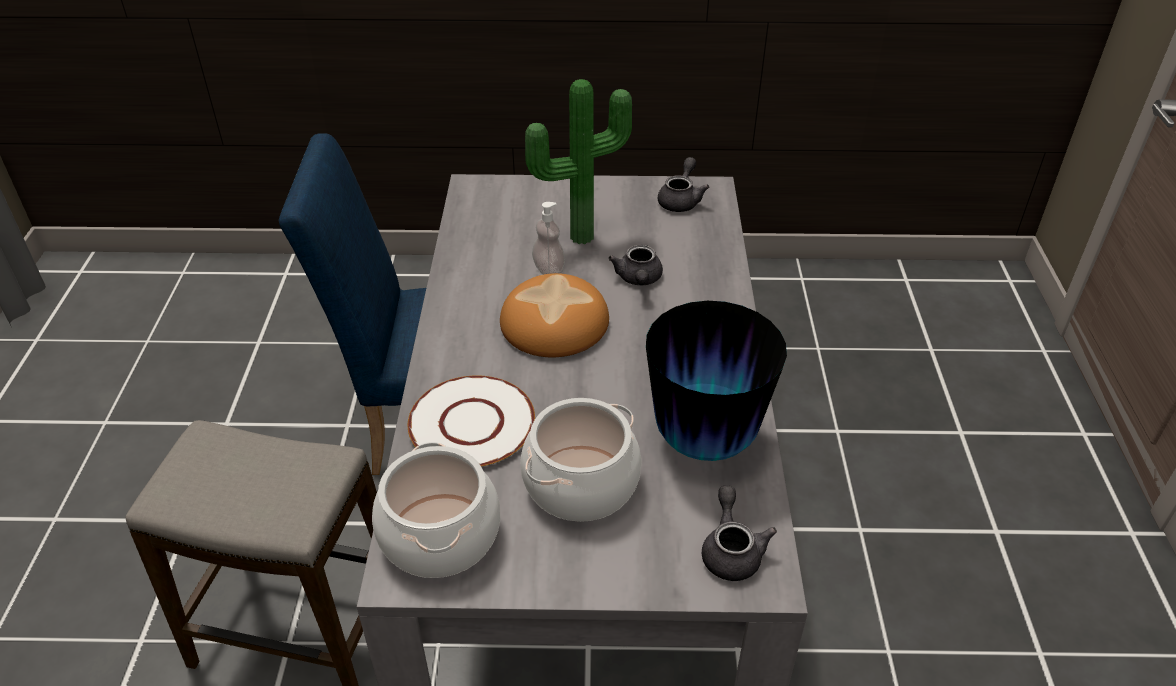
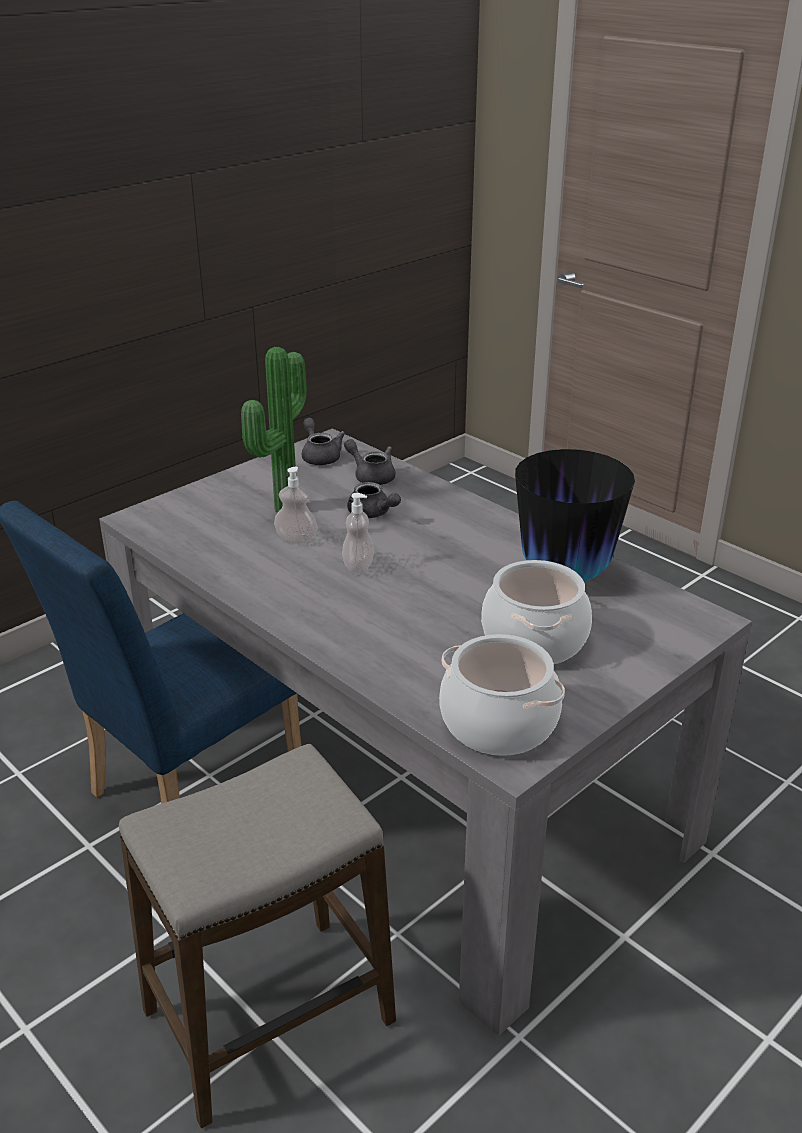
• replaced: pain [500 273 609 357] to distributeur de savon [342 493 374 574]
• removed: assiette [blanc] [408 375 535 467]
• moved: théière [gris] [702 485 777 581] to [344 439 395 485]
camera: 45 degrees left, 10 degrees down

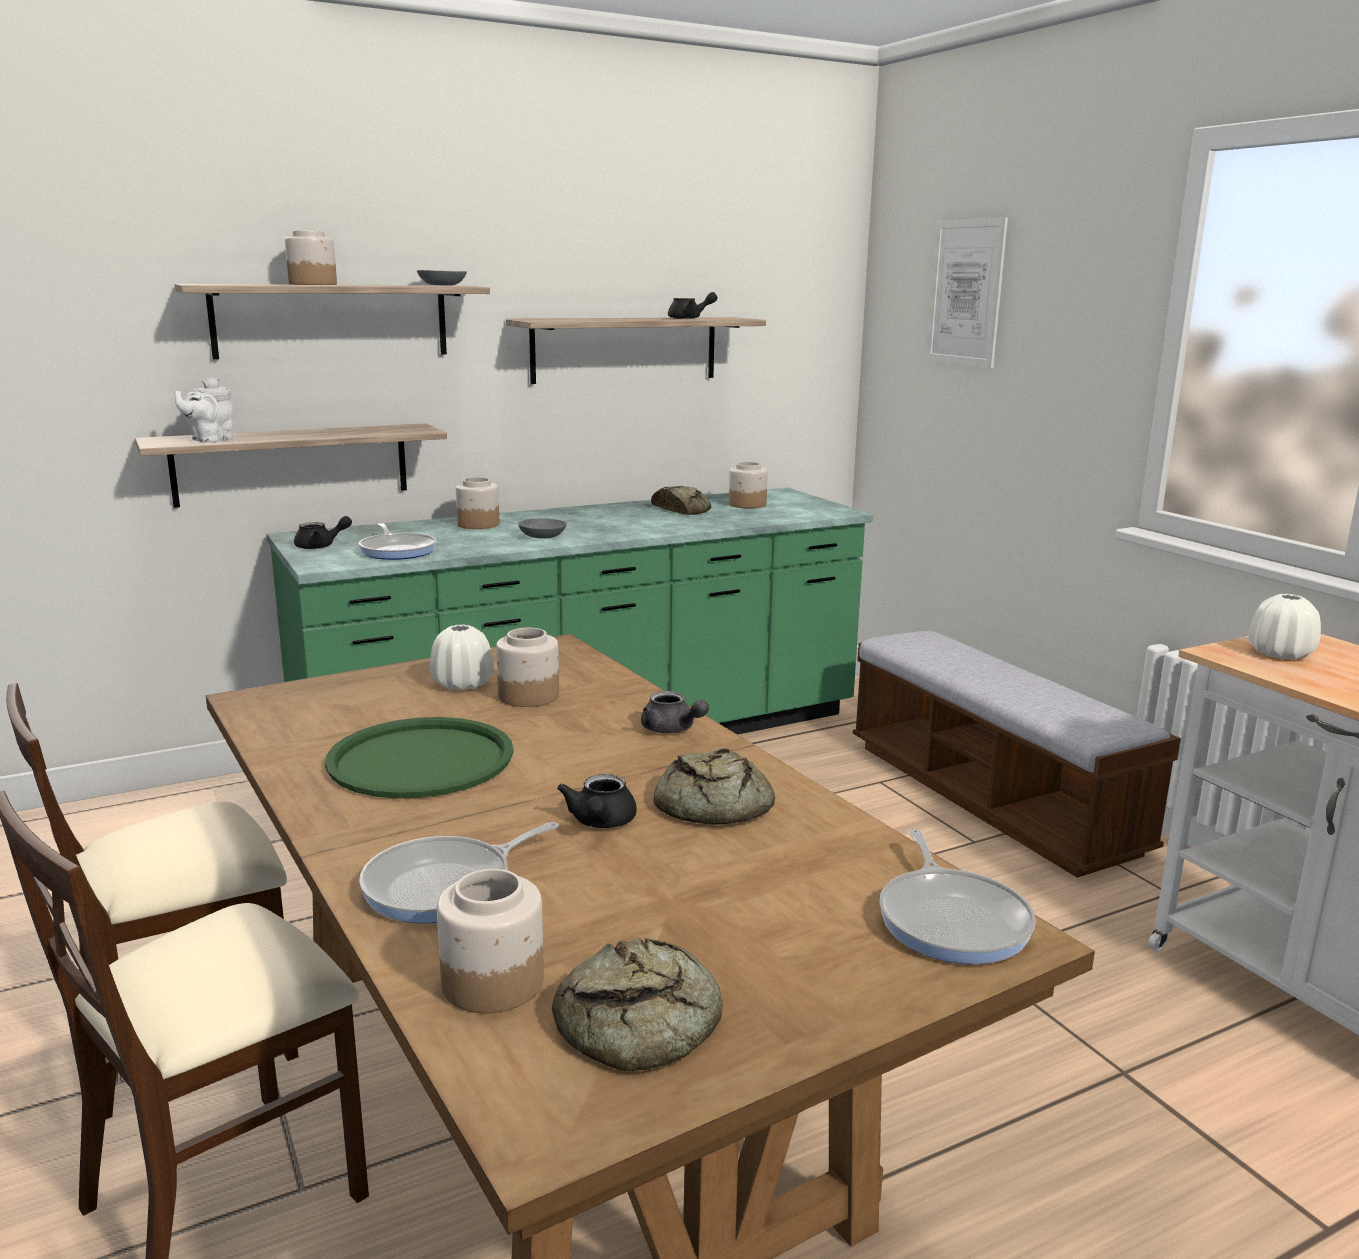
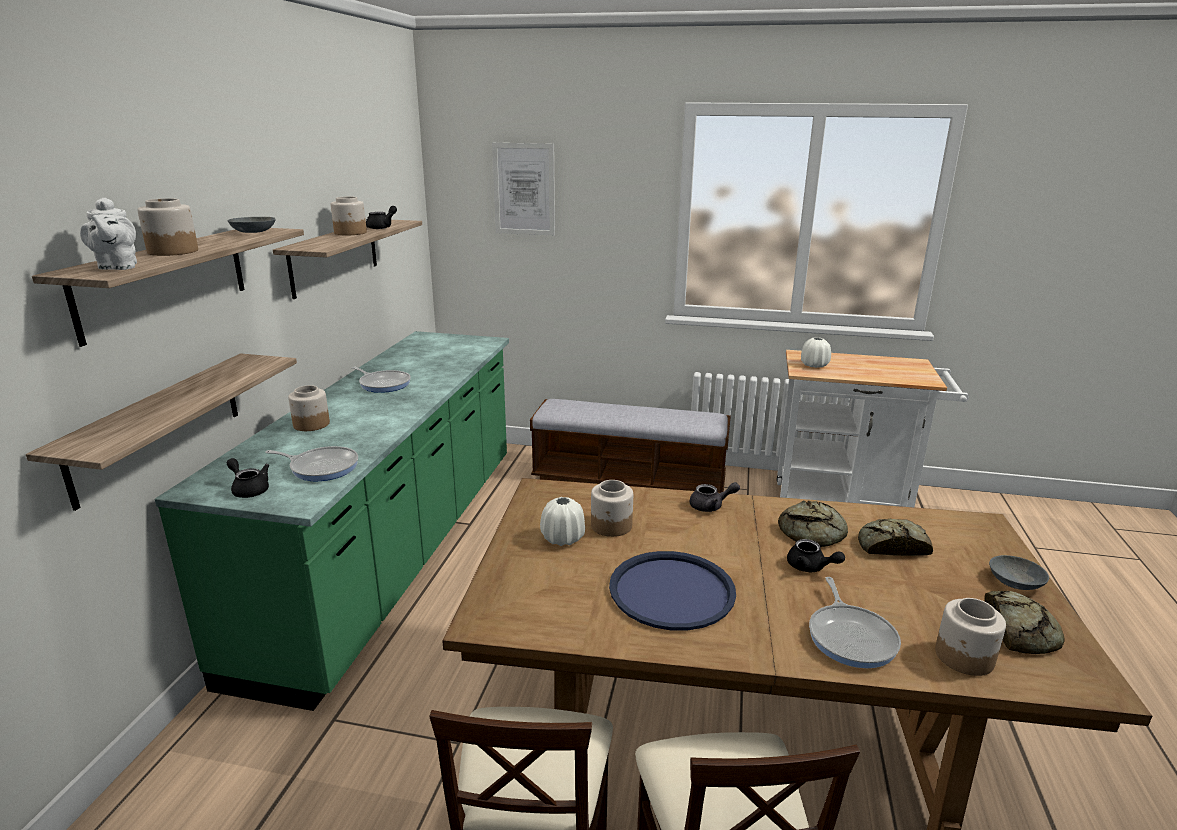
• moved: théière [blanc] [174 377 234 443] to [80 198 137 270]
• moved: bocal [729 462 768 508] to [331 196 367 235]
• moved: pain [651 486 711 515] to [858 519 933 556]
• turned: théière [noir] [294 516 352 549] = [227 458 269 498] 75 degrees counterclockwise
• moved: bol [gris] [518 518 567 539] to [989 555 1049 590]
• recoloured: plateau [vert] [325 717 514 799] to plateau [bleu] [609 551 736 631]
• moved: poêle [879 829 1036 964] to [351 366 411 393]
camera: 50 degrees left, 5 degrees up

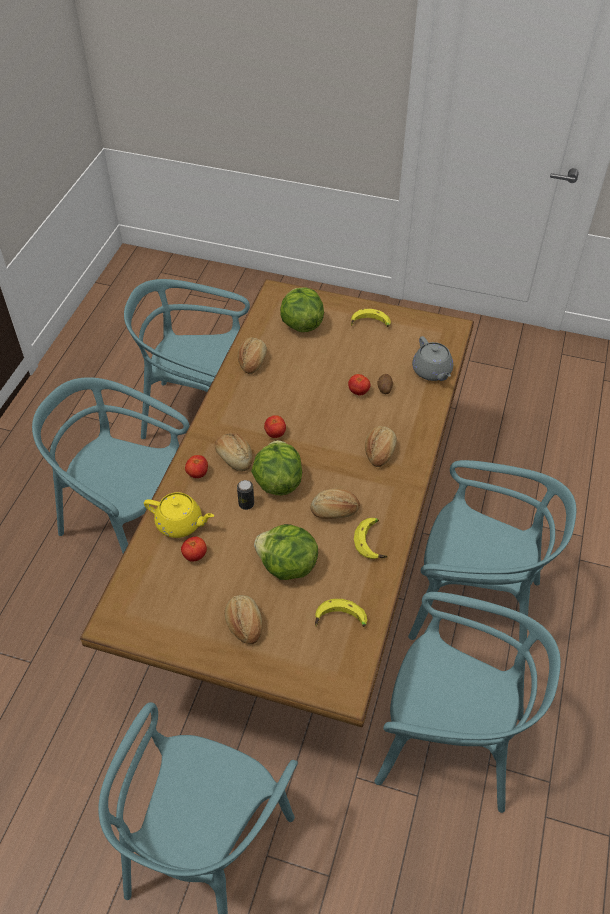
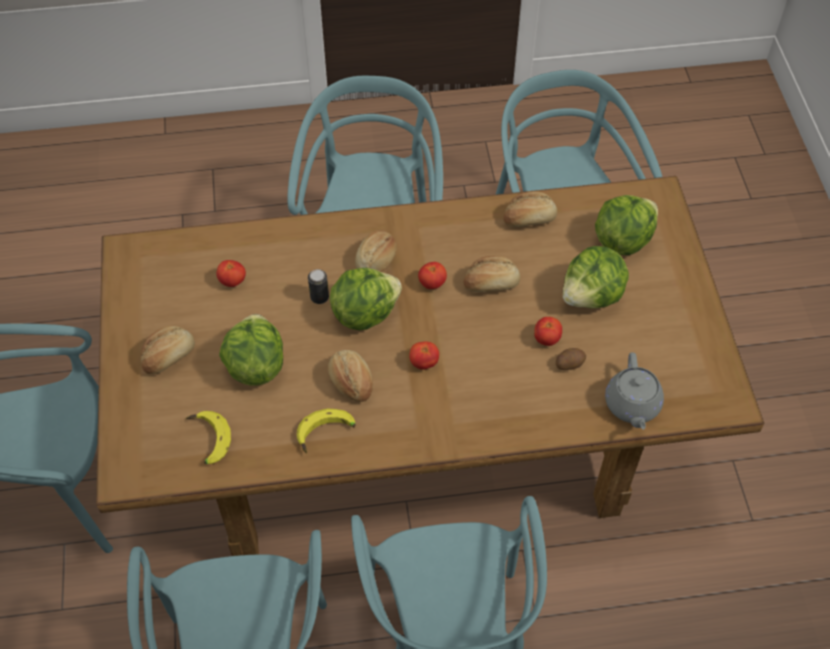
• removed: banane [351 309 391 327]
• turned: théière [gris] [412 336 453 381] = [605 352 664 430] 45 degrees counterclockwise
• moved: pain [365 426 397 467] to [463 256 521 292]
• moved: tomate [185 455 208 478] to [409 341 439 370]
• removed: théière [jaune] [144 492 215 538]
• added: laitue [563 246 629 308]
camera: 65 degrees right, 5 degrees up

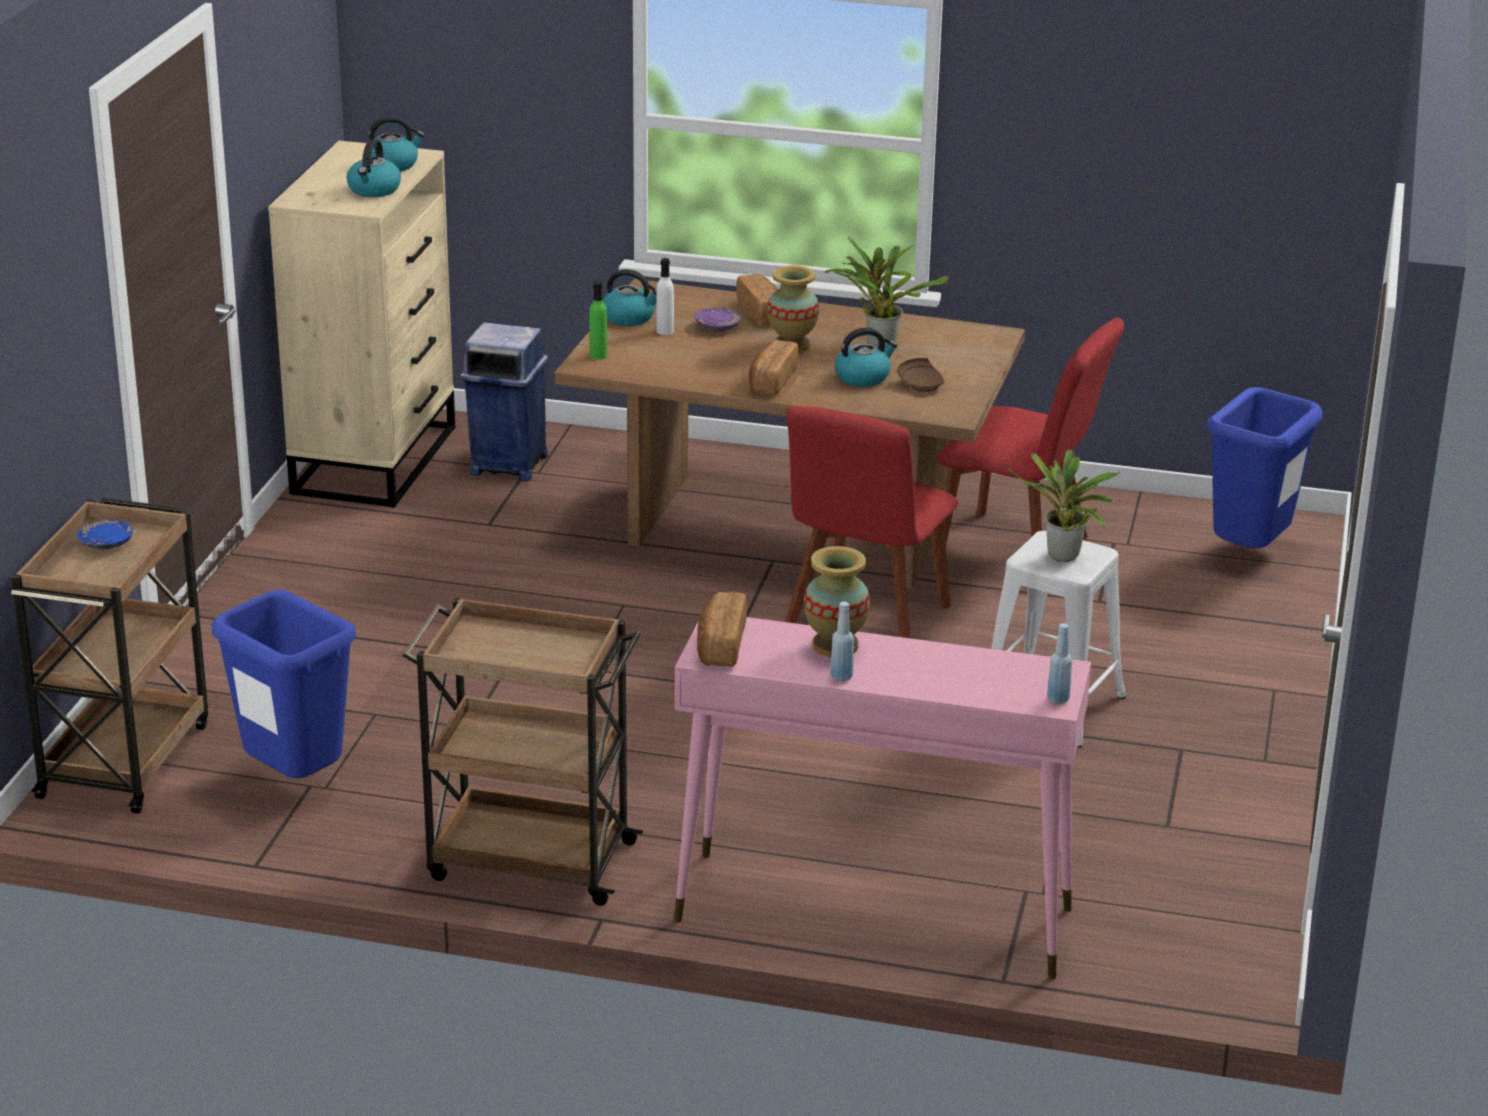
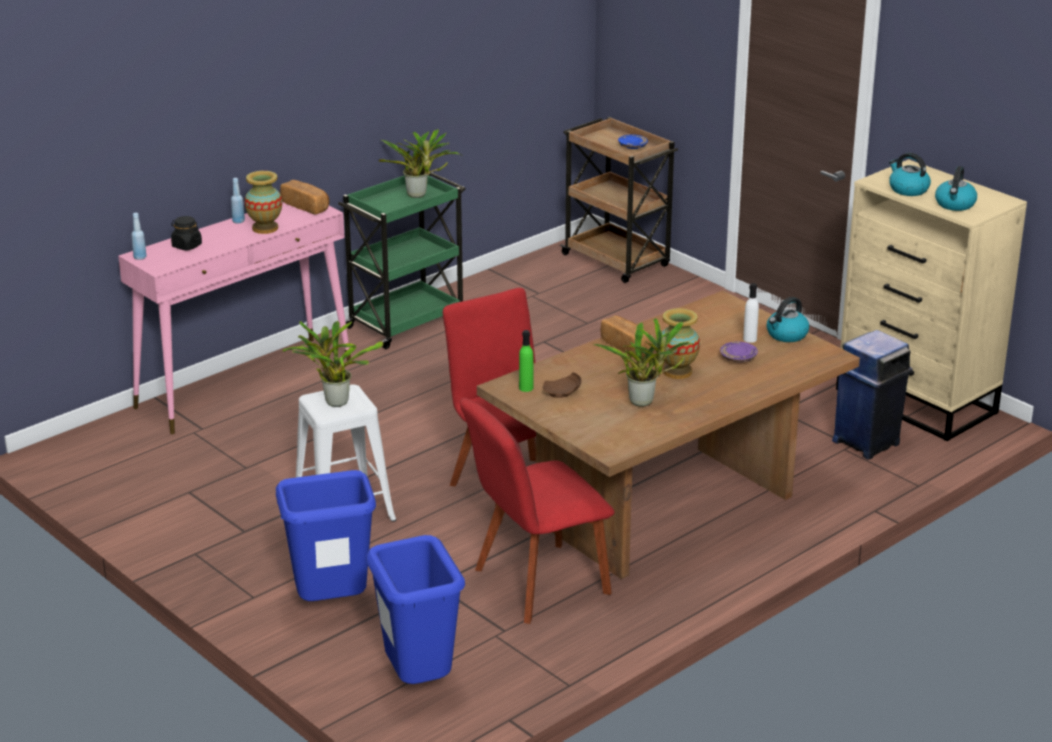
• removed: pain [736 273 778 326]
• moved: bouteille [vert] [589 281 607 360] to [519 330 534 392]
• removed: bouilloire [835 328 897 387]
• moved: poubelle [bleu] [211 590 356 778] to [276 470 376 601]
• recoloured: chariot [marron] [402 597 643 906] to chariot [vert] [338 172 465 349]
• added: plante en pot [379 129 461 198]
• added: bocal [noir] [171 216 202 250]
camera: 125 degrees right, 0 degrees up

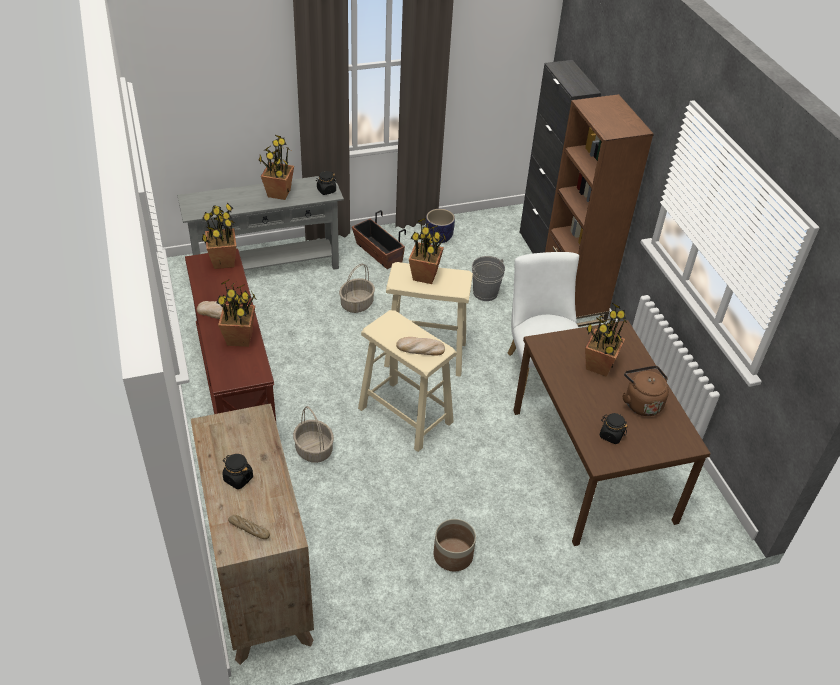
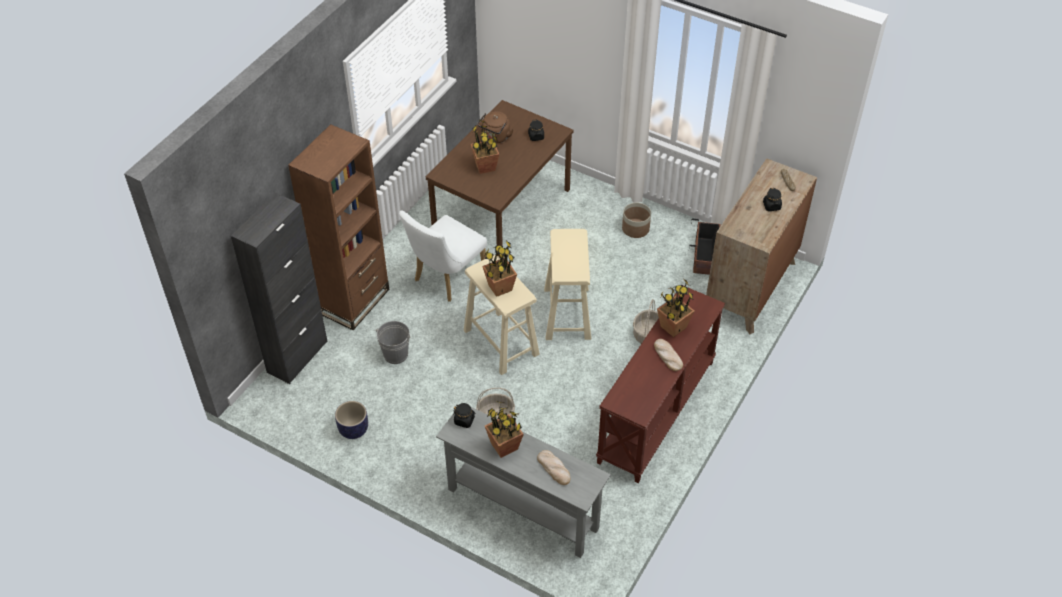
• removed: plante en pot [202 202 236 269]
• moved: cache-pot [352 210 406 269] to [689 219 720 275]
• moved: pain [396 337 445 356] to [537 450 571 485]
camera: 130 degrees left, 5 degrees up

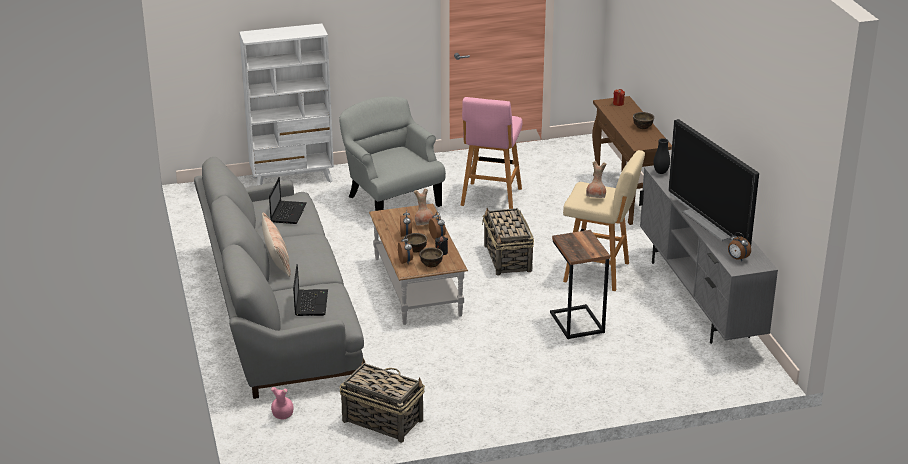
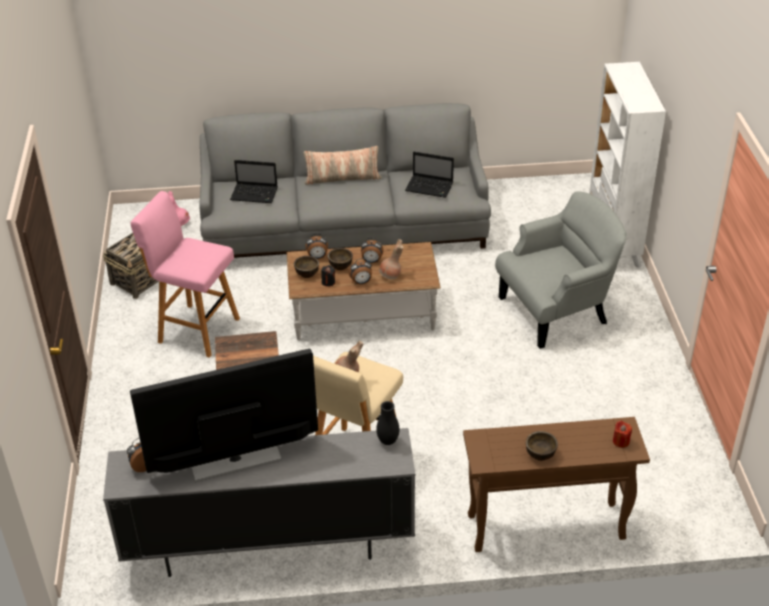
• moved: tabouret [rose] [461 97 523 209] to [130 191 240 358]
• removed: panier [482 208 534 275]
camera: 100 degrees right, 10 degrees up

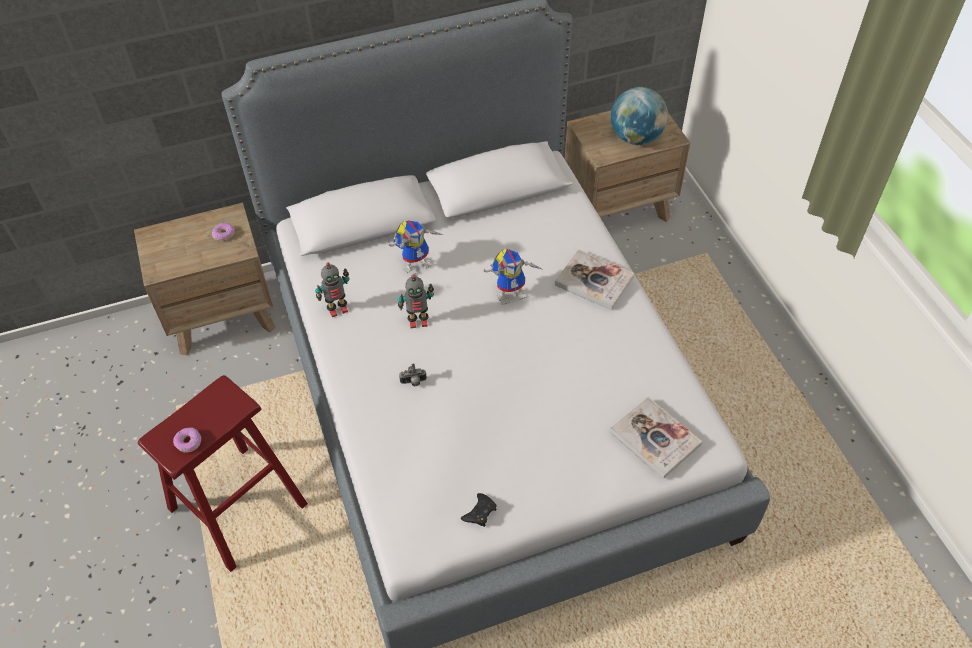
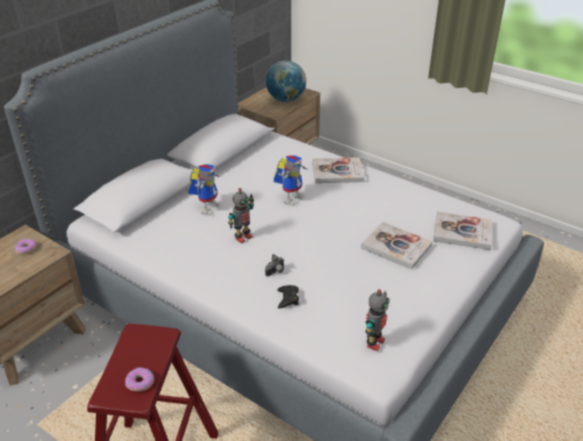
• moved: robot jouet [315 263 350 317] to [365 289 390 351]
• moved: manette [noir] [461 493 496 527] to [277 285 299 309]
• added: livre [361 222 433 270]
camera: 35 degrees left, 15 degrees down

